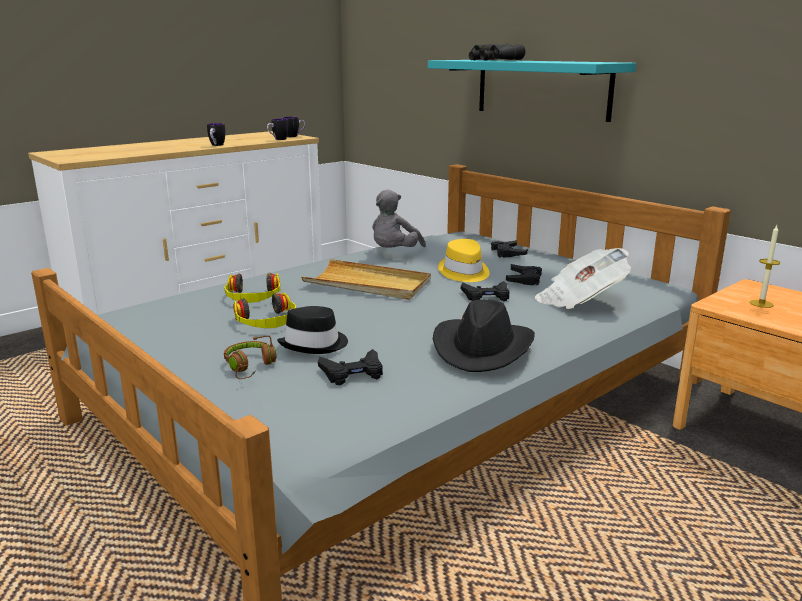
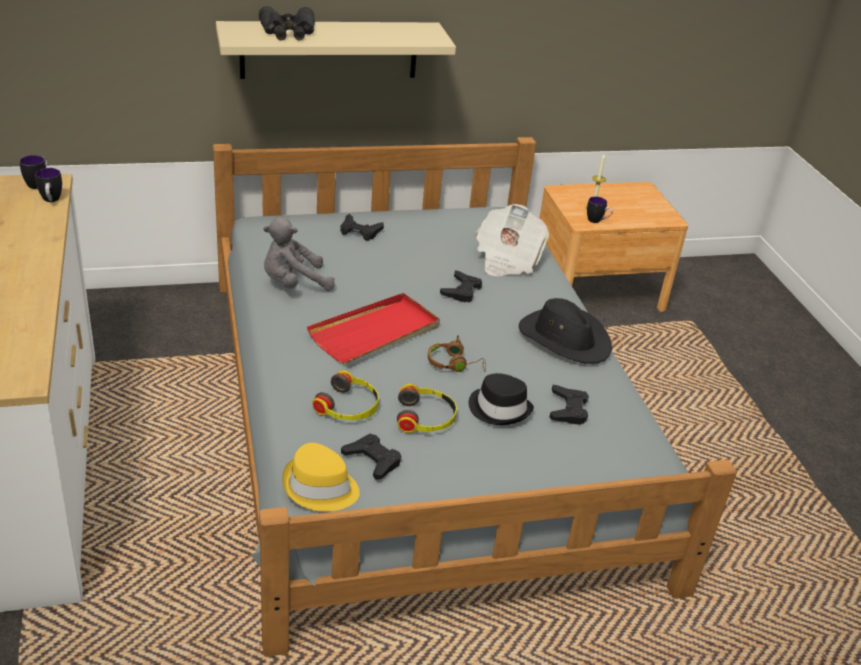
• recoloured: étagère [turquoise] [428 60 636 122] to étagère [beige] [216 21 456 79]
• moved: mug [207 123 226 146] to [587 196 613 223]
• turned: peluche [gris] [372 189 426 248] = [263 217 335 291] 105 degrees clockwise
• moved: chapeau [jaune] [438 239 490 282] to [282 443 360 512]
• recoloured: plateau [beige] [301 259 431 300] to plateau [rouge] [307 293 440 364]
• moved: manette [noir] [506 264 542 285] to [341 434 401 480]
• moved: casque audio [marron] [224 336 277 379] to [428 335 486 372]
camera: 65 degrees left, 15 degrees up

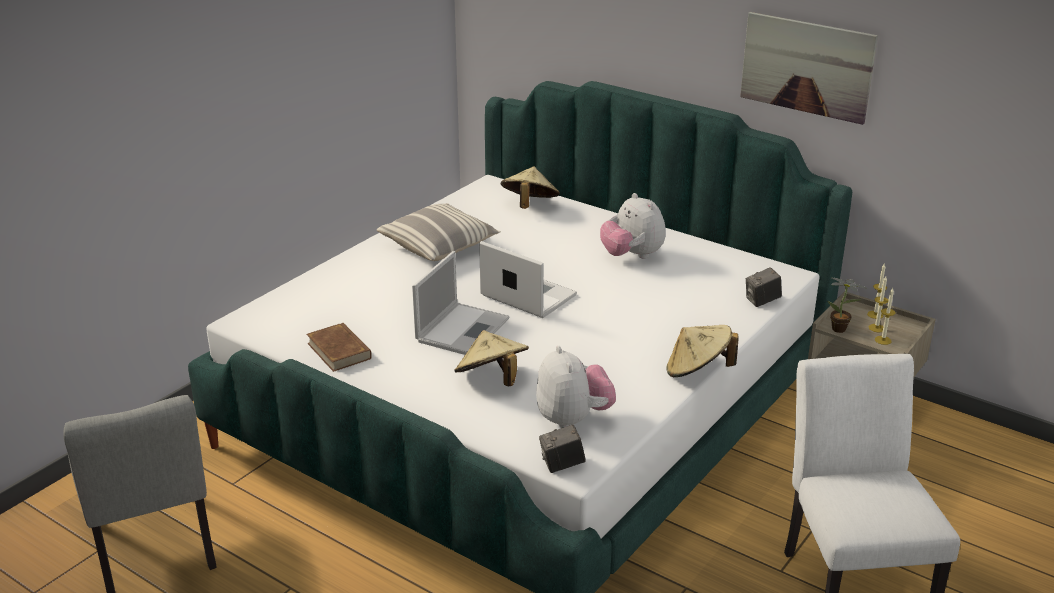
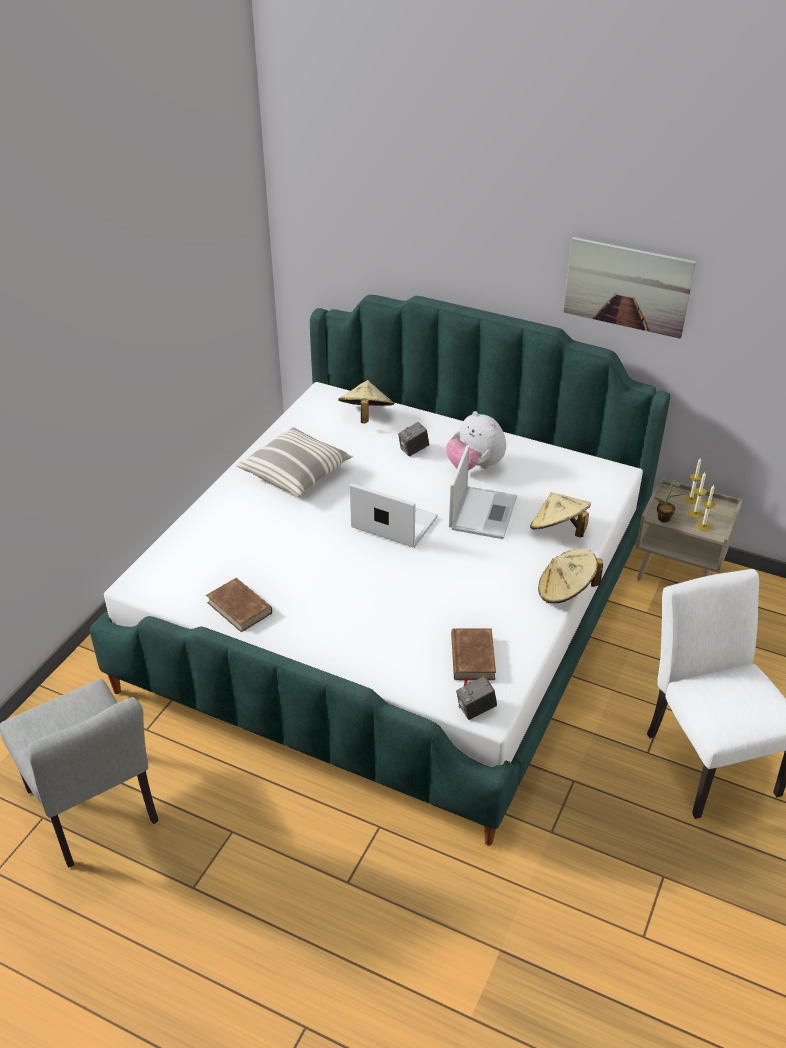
• moved: ordinateur portable [412 251 509 355] to [449 445 517 539]
• moved: appareil photo [746 267 782 307] to [398 422 429 457]
• moved: chapeau [beige] [454 330 529 386] to [530 492 591 537]
• replaced: peluche [536 346 616 428] to livre [marron] [451 628 496 686]
camera: 10 degrees left, 10 degrees up

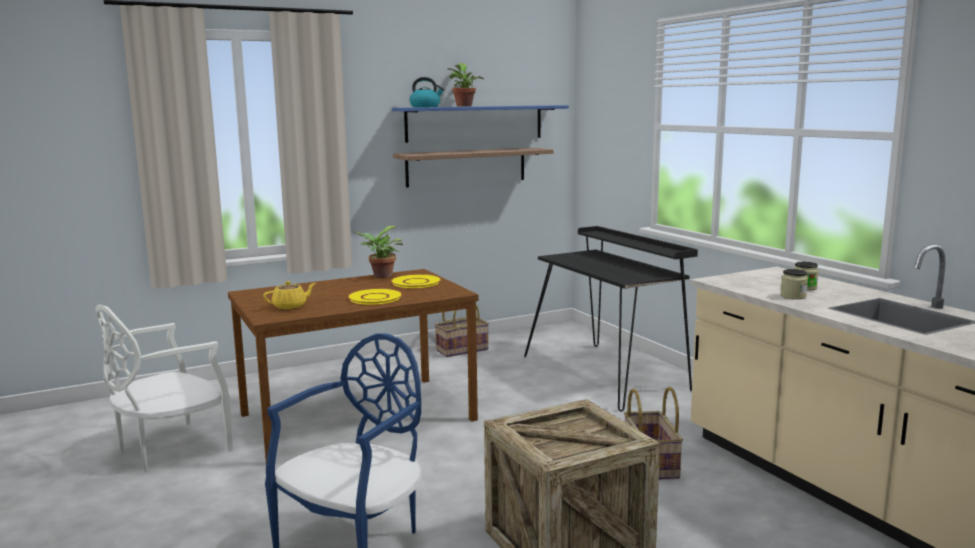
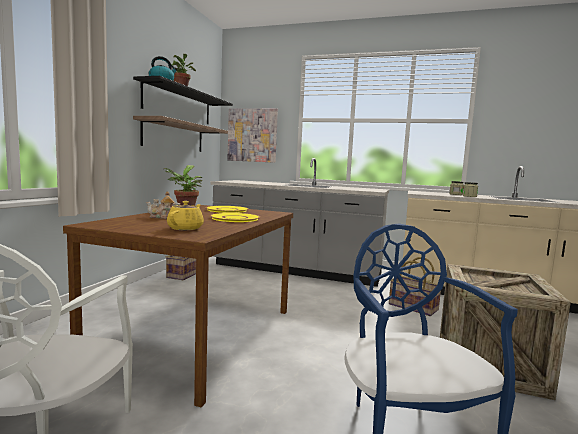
• recoloured: étagère [bleu] [392 105 569 143] to étagère [noir] [133 76 233 124]
• replaced: bureau [noir] [524 226 698 412] to comptoir de cuisine [gris] [210 158 389 287]
• added: tableau [227 108 278 163]
• added: théière [146 191 180 219]
camera: 45 degrees left, 5 degrees down

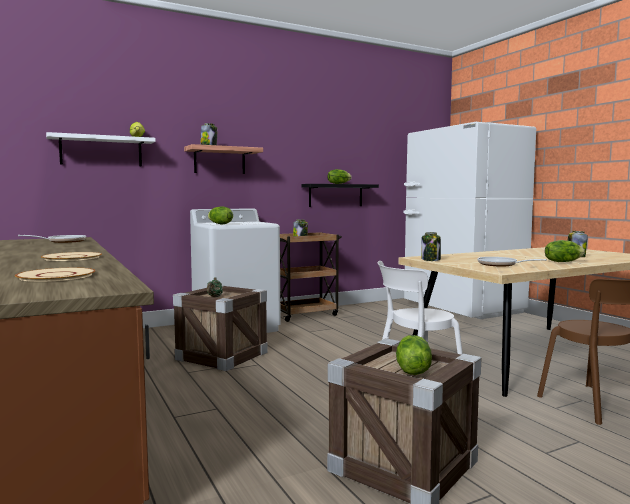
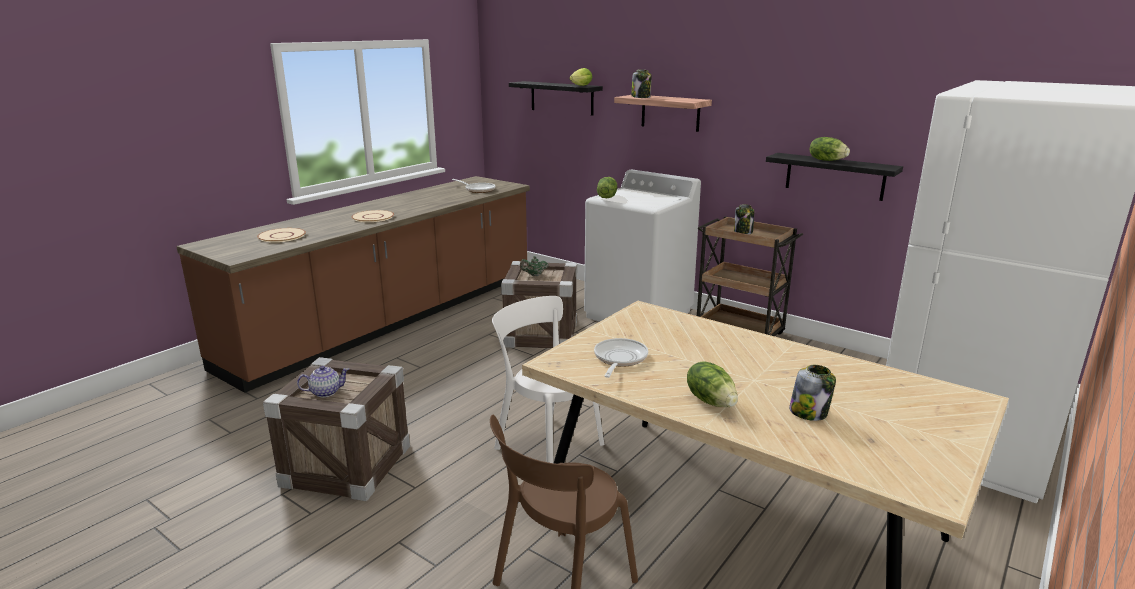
• recoloured: étagère [blanc] [46 132 156 167] to étagère [noir] [509 81 603 116]
• removed: bocal [421 232 441 261]
• replaced: laitue [396 335 432 375] to théière [297 366 349 397]
camera: 65 degrees right, 15 degrees up

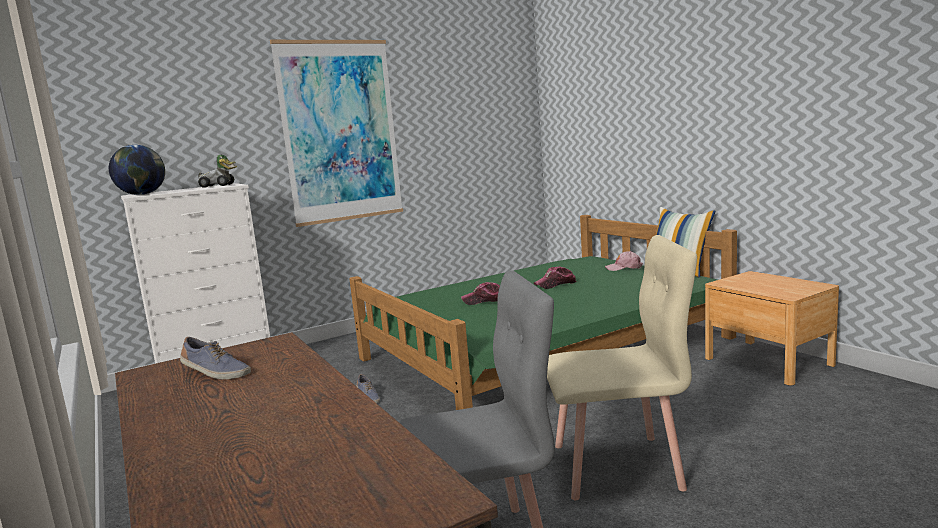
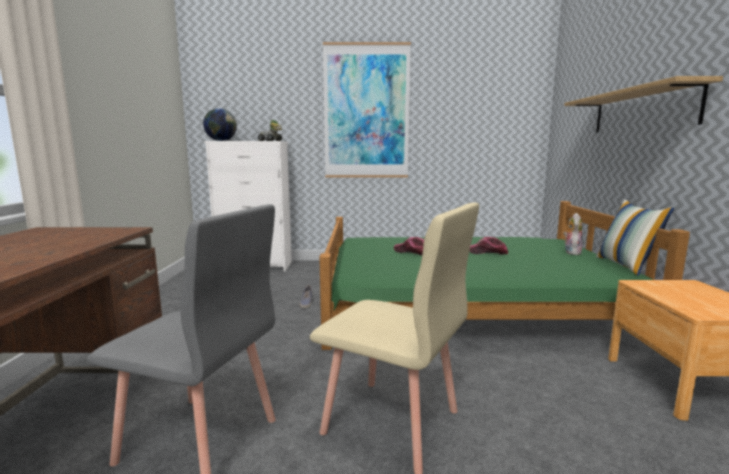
• replaced: casquette [rose] [605 251 643 271] to peluche [563 213 582 255]
• removed: chaussure [180 337 251 379]
• added: étagère [564 76 723 133]
camera: 30 degrees right, 0 degrees up

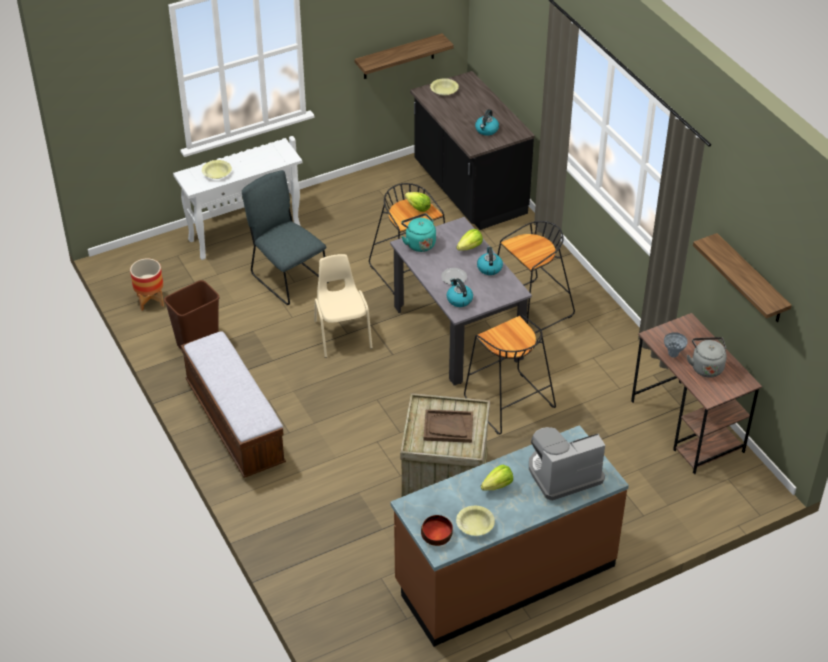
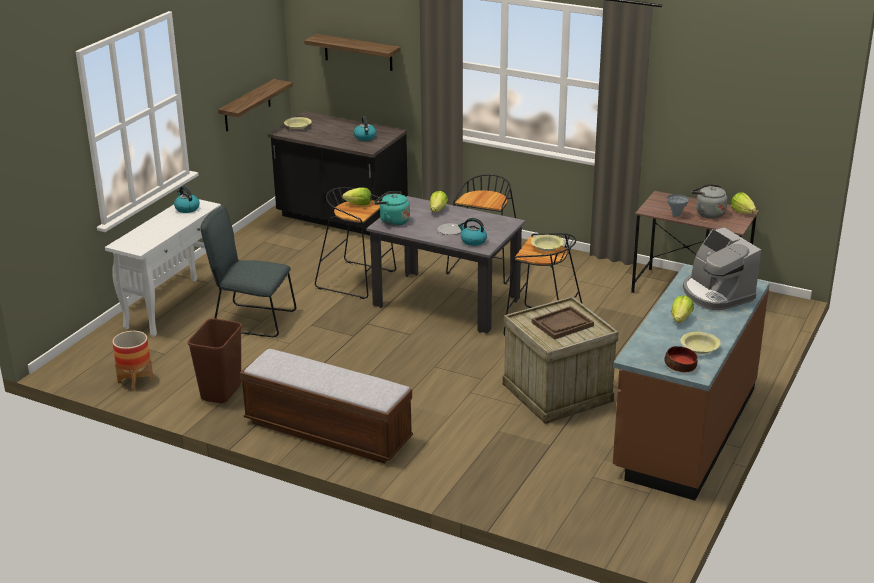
• moved: bol [jaune] [202 160 232 179] to [531 235 564 251]
• moved: étagère [693 233 792 322] to [304 34 401 71]
• moved: bouilloire [477 246 503 275] to [174 186 200 213]
• removed: chaise [beige] [314 254 373 358]
• turned: machine à café [529 427 605 501] = [683 227 761 310] 60 degrees counterclockwise
• added: laitue [731 192 756 214]
camera: 35 degrees left, 15 degrees down

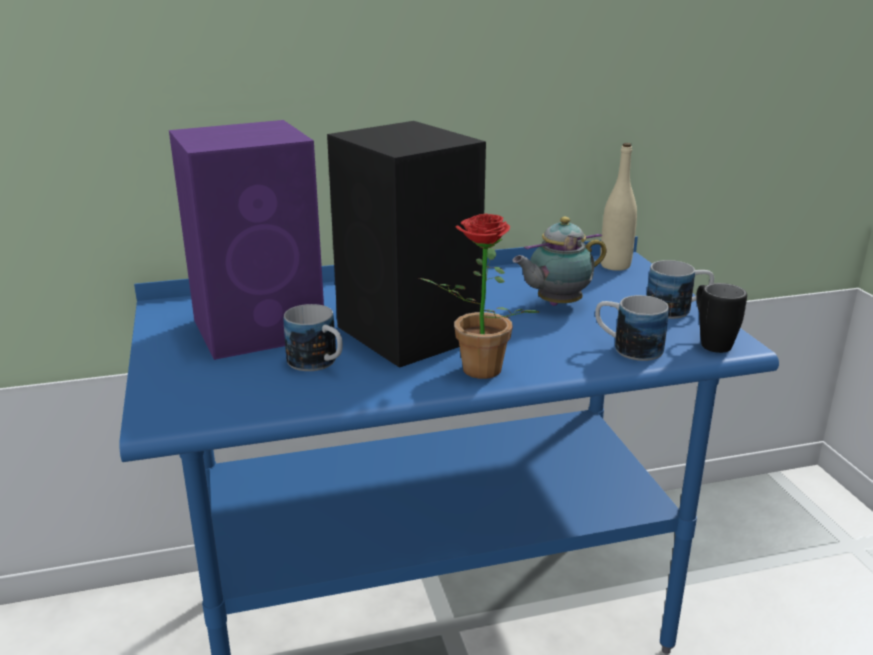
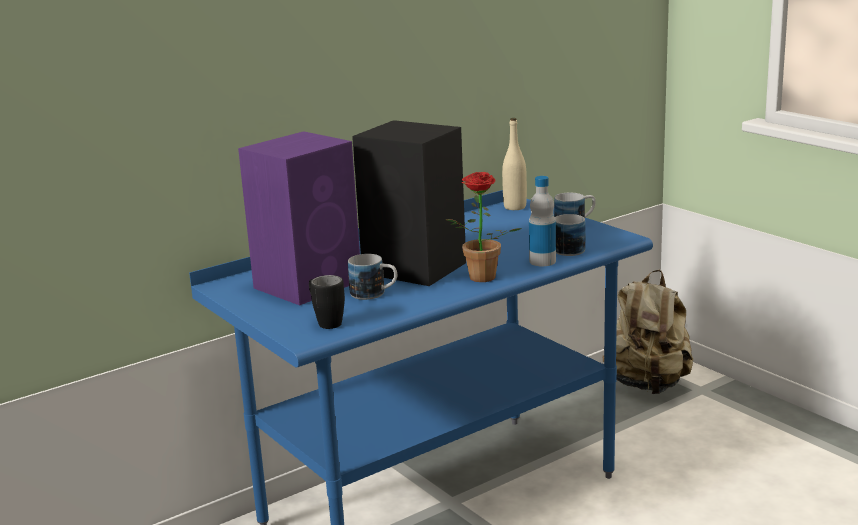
• removed: théière [512 217 606 306]
• moved: mug [noir] [696 283 747 353] to [309 275 345 329]
• added: bouteille [529 176 556 266]
• added: sac à dos [beige] [603 270 693 394]
camera: 20 degrees left, 5 degrees down

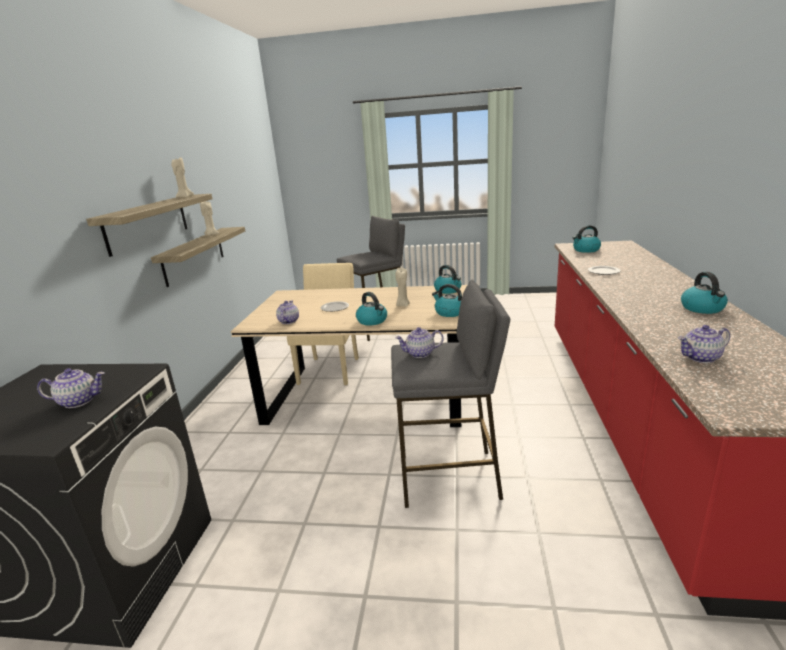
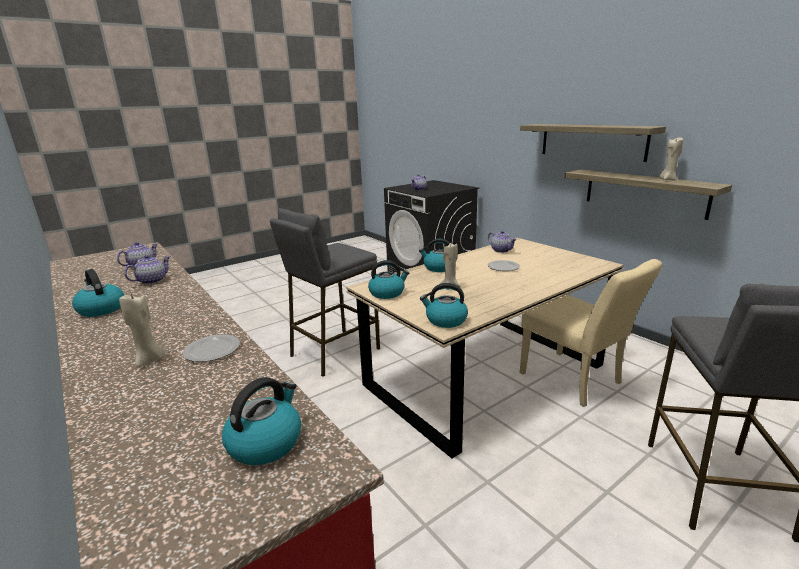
• moved: bougie [beige] [171 157 194 198] to [119 294 165 367]
• moved: théière [395 327 443 358] to [124 255 171 284]
camera: 135 degrees right, 0 degrees up

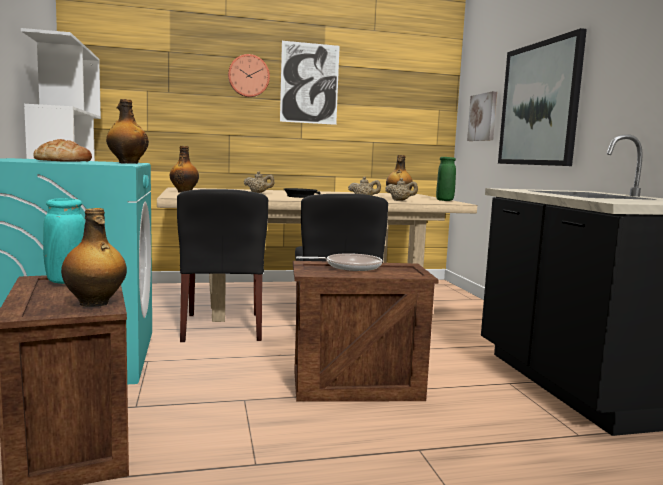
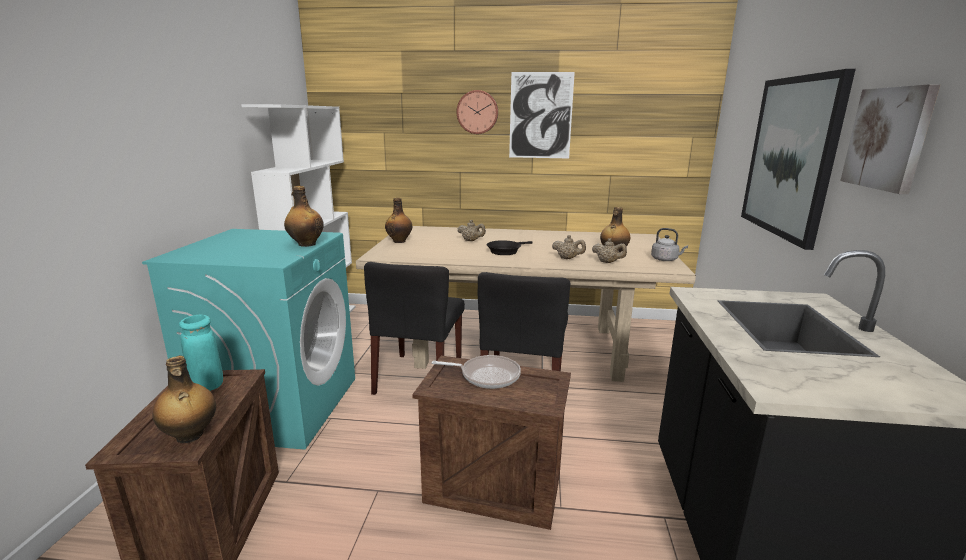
• moved: tableau [467 91 497 141] to [840 84 940 194]
• removed: pain [33 139 92 161]
• replaced: vase [vert] [436 157 456 201] to bouilloire [gris] [651 228 688 261]
camera: 20 degrees right, 10 degrees up

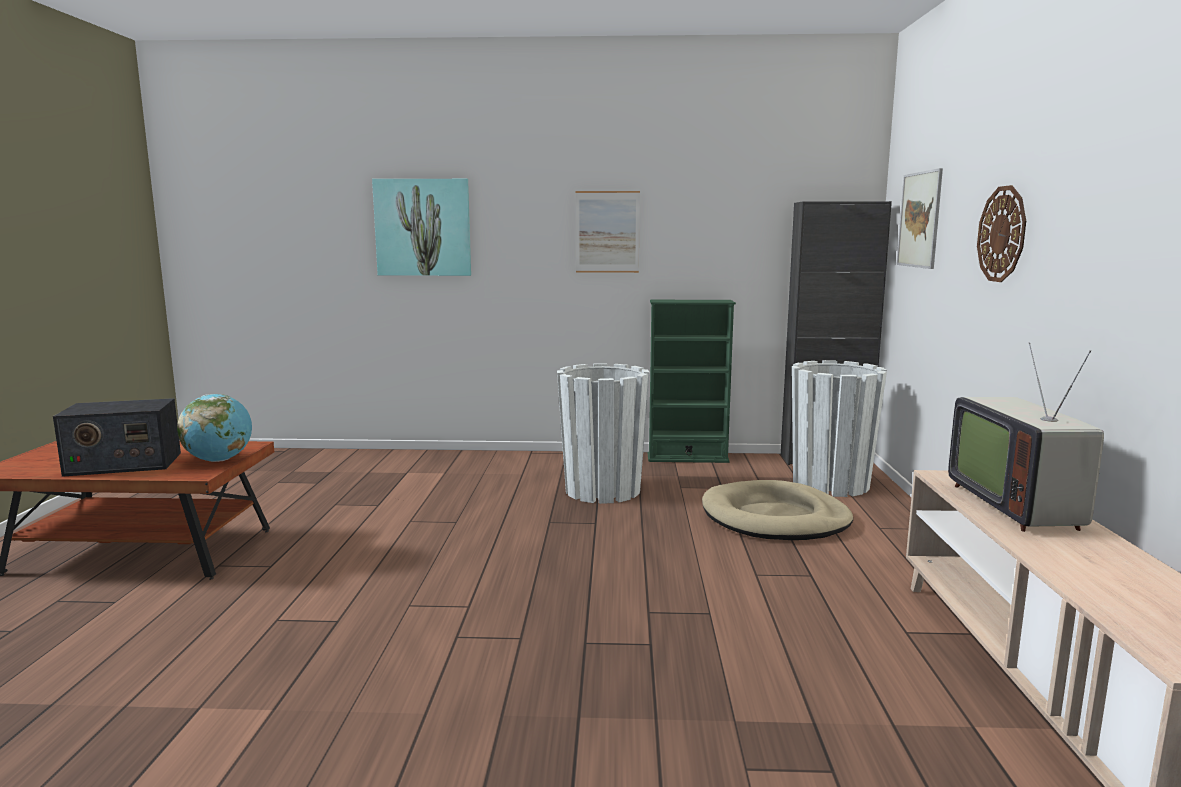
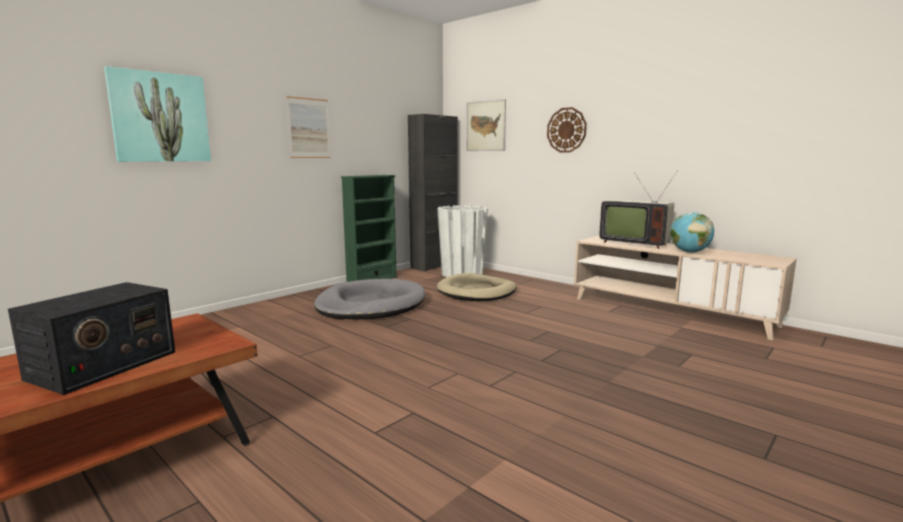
• replaced: cache-pot [blanc] [557 363 650 504] to panier pour chien [gris] [314 279 425 319]
• moved: globe [177 394 252 462] to [670 212 714 253]
camera: 50 degrees left, 0 degrees up

